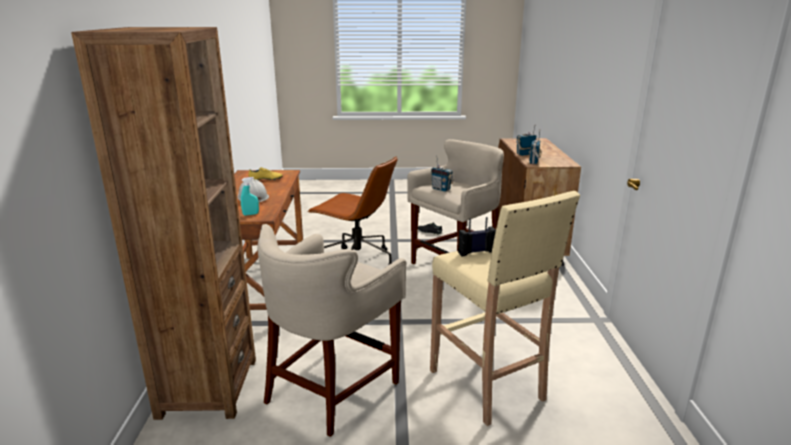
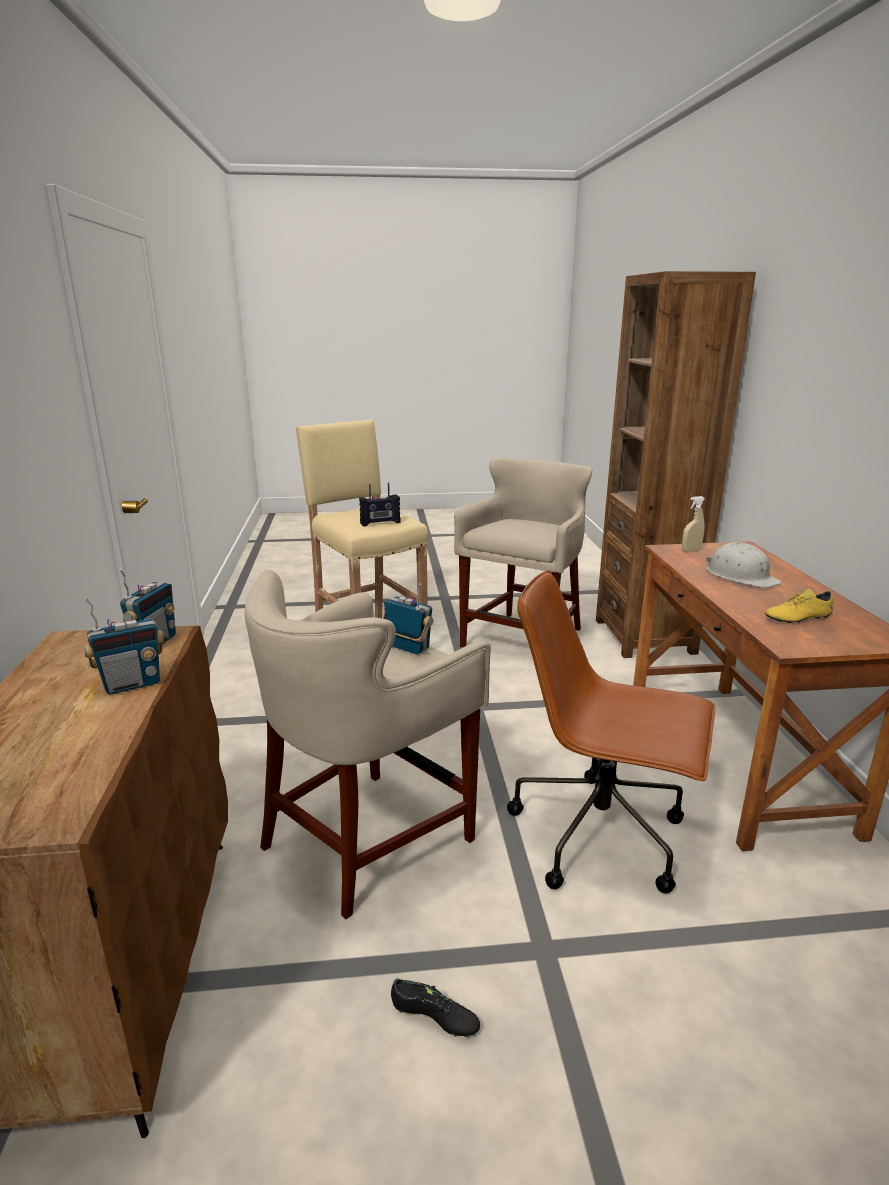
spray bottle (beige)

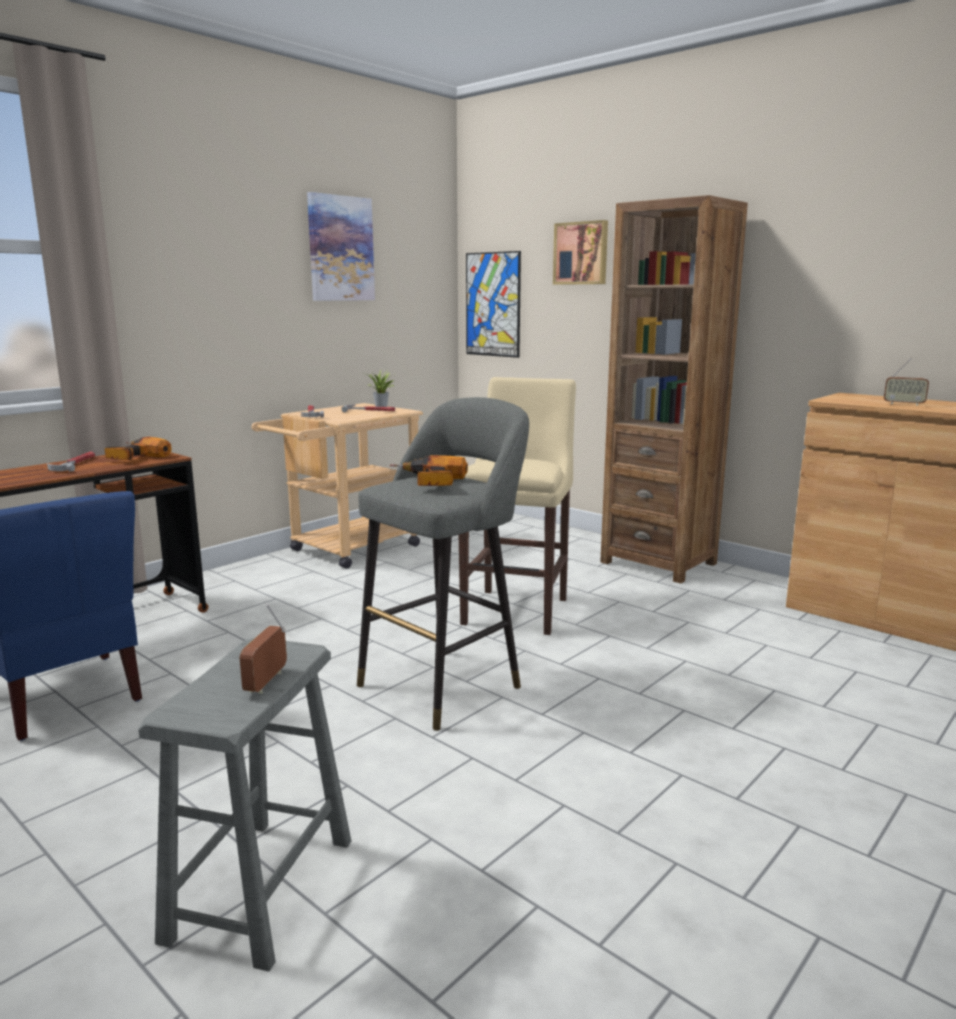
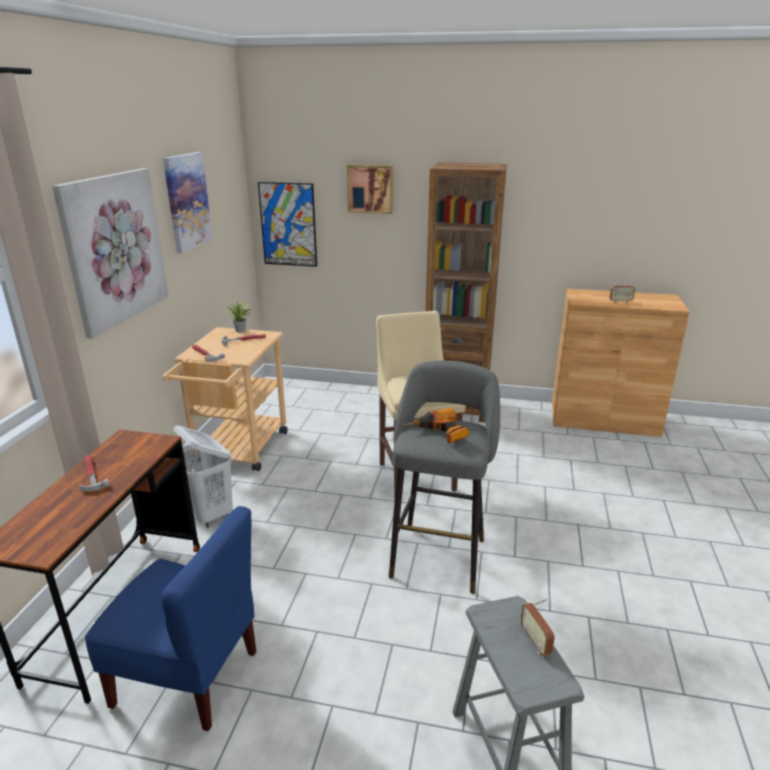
power drill (no. 1 from left in the first image)
picture (no. 1 from left)
laundry basket (white)

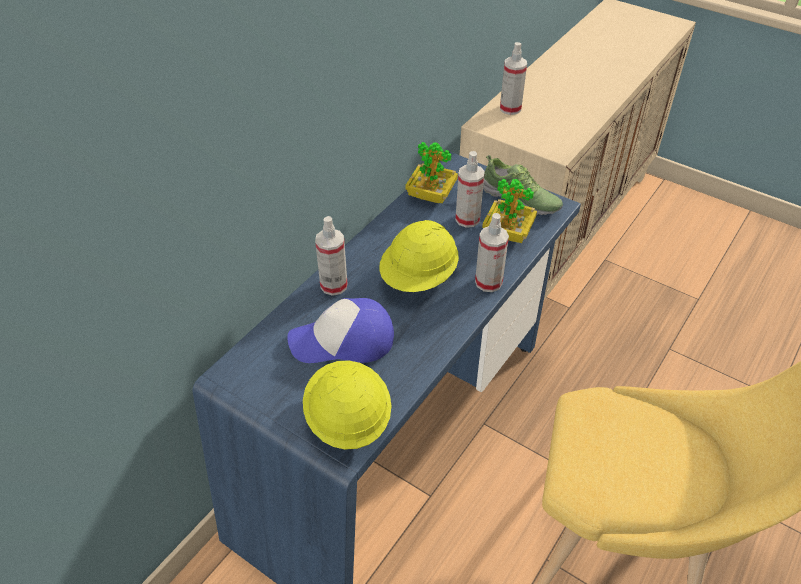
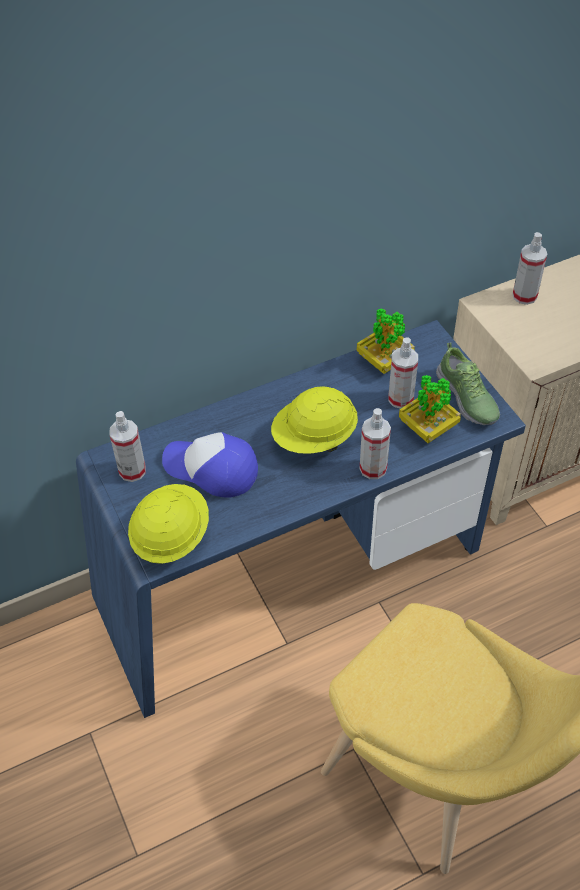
spray bottle (no. 1 from left)

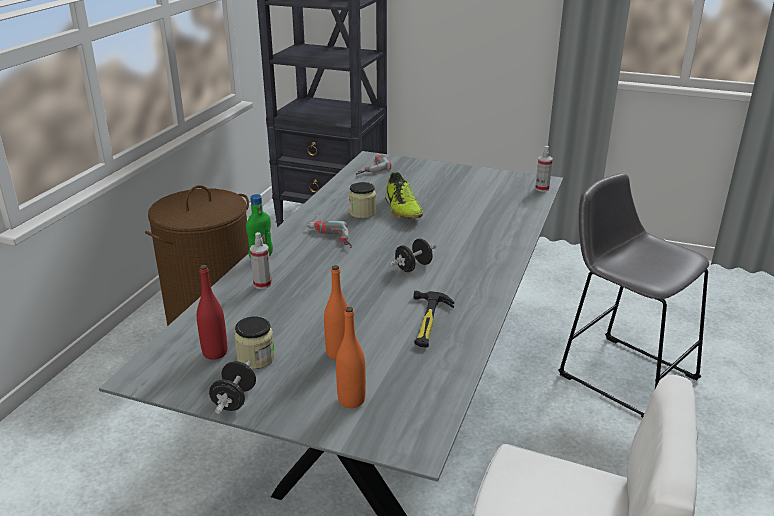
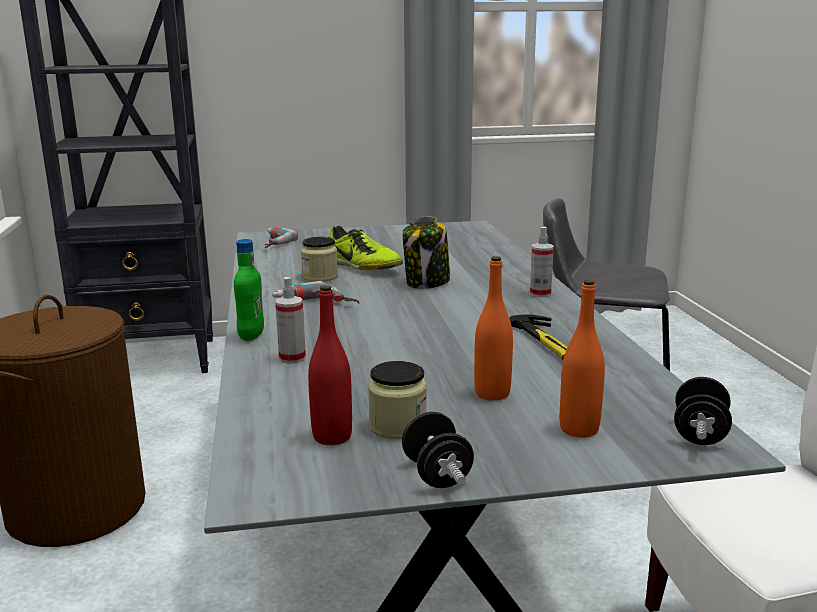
dumbbell (black) (no. 2 from left)
spray bottle (no. 2 from left)
jar (no. 3 from left)

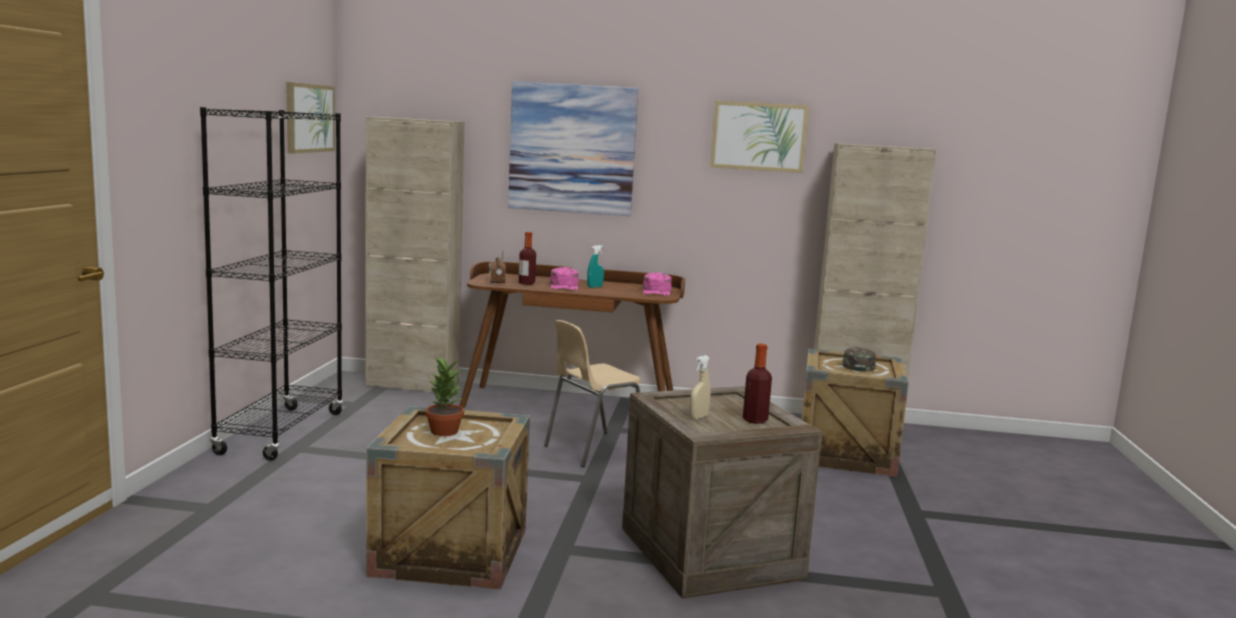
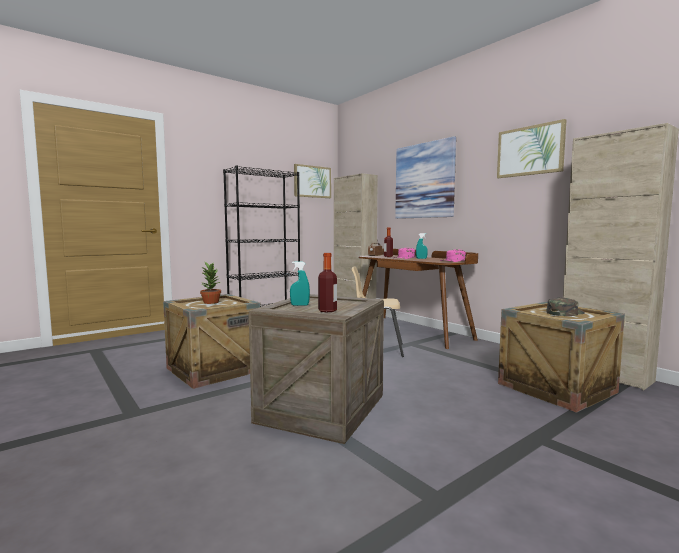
spray bottle (turquoise) (no. 1 from left)

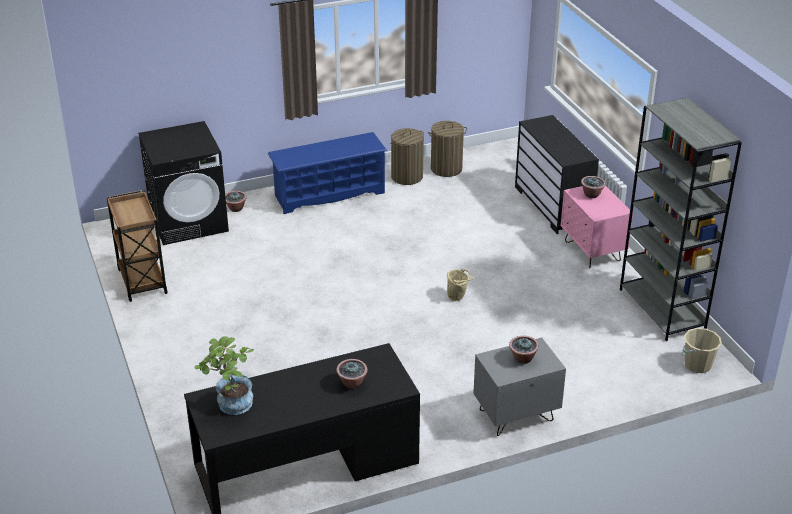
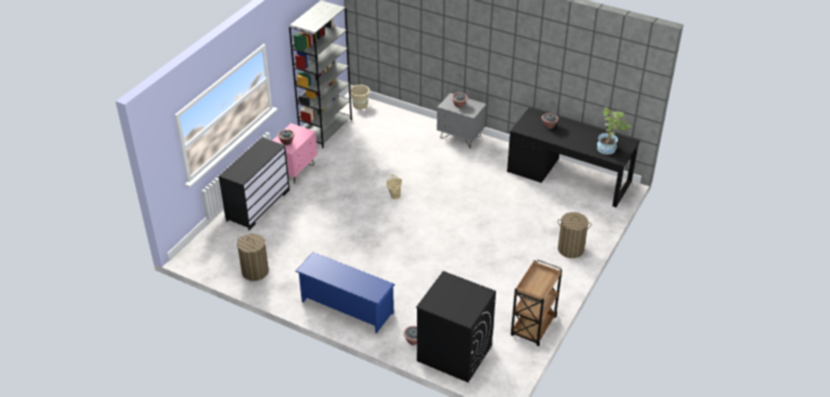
laundry basket (no. 2 from left)

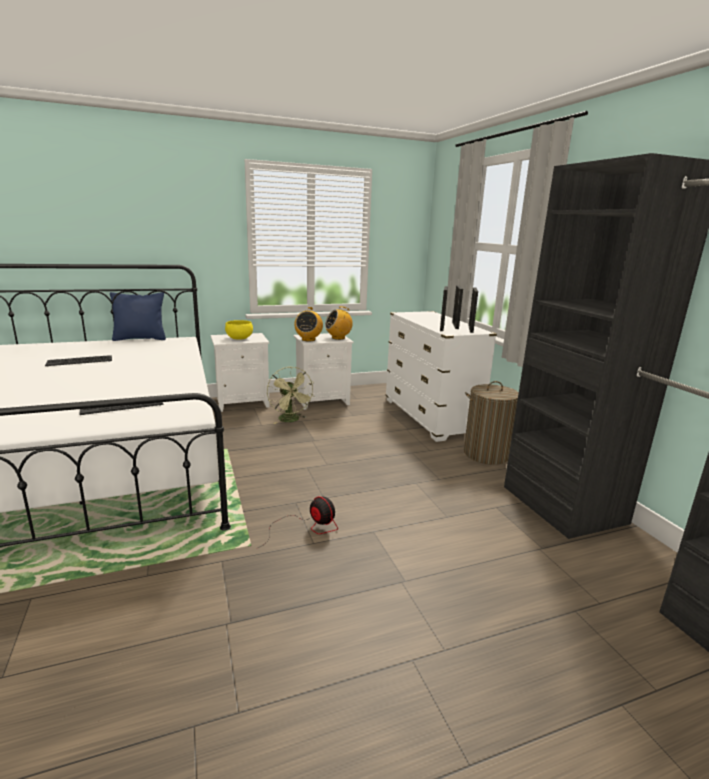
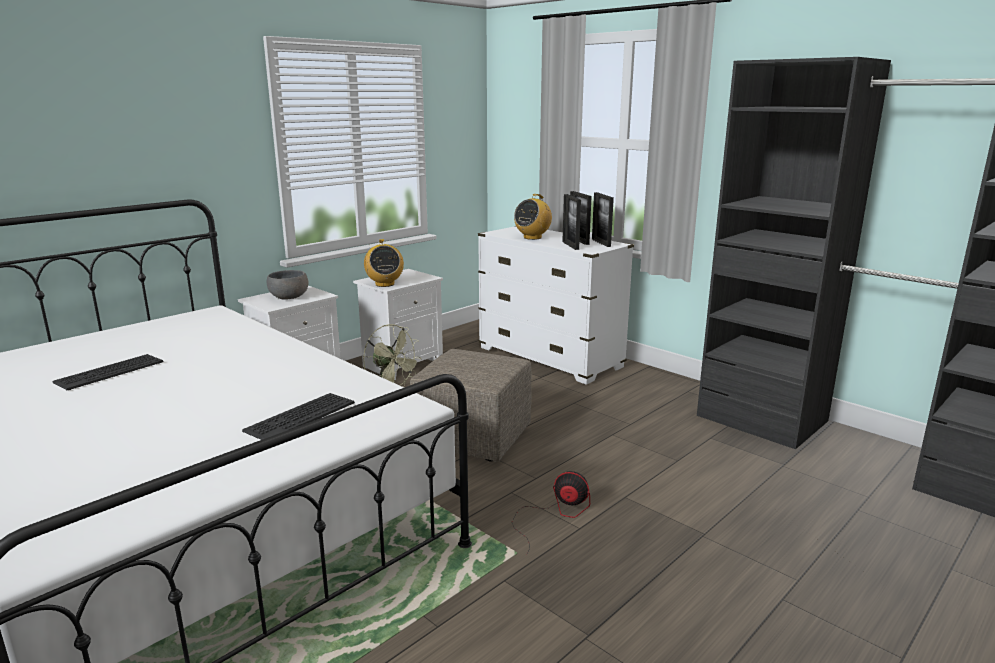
pillow (blue)
bowl (grey)
radio (no. 2 from left)
laundry basket
ottoman (beige)

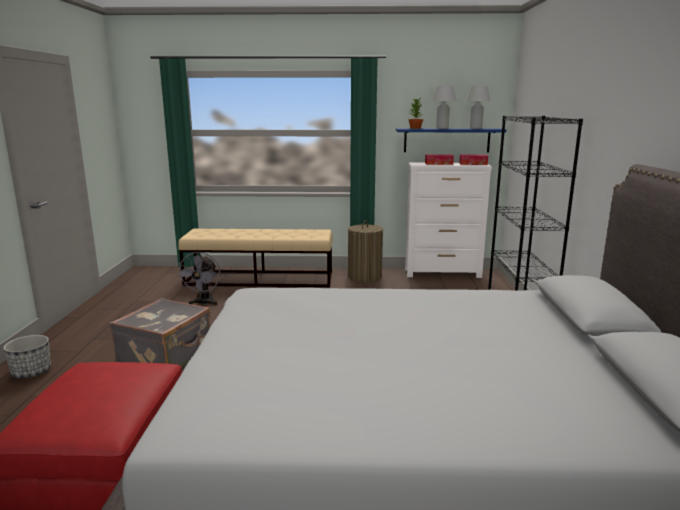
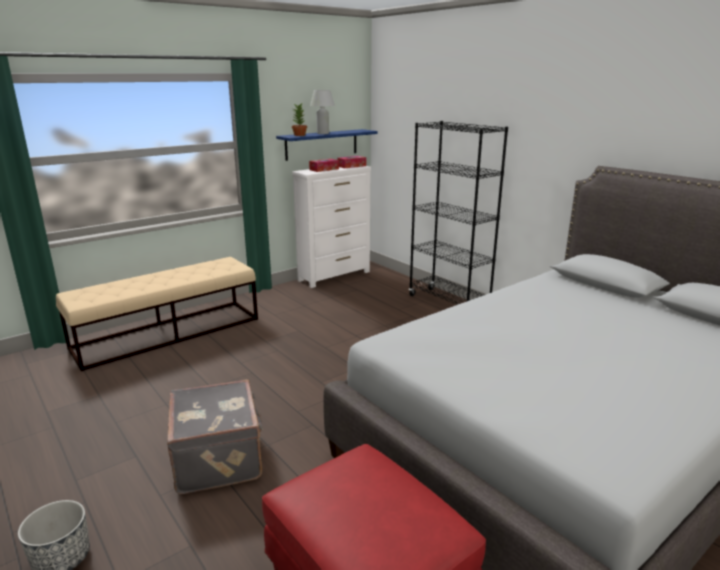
fan (grey)
laundry basket
table lamp (white) (no. 2 from left in the first image)

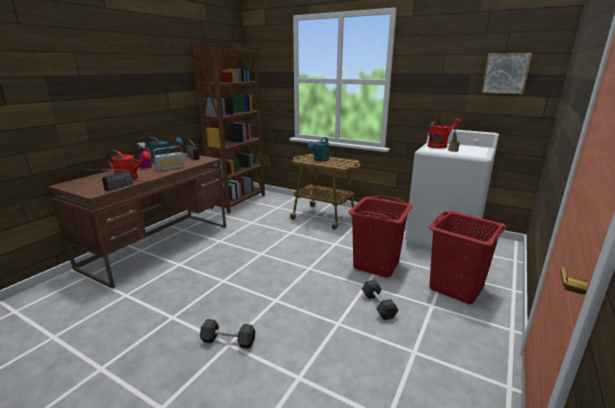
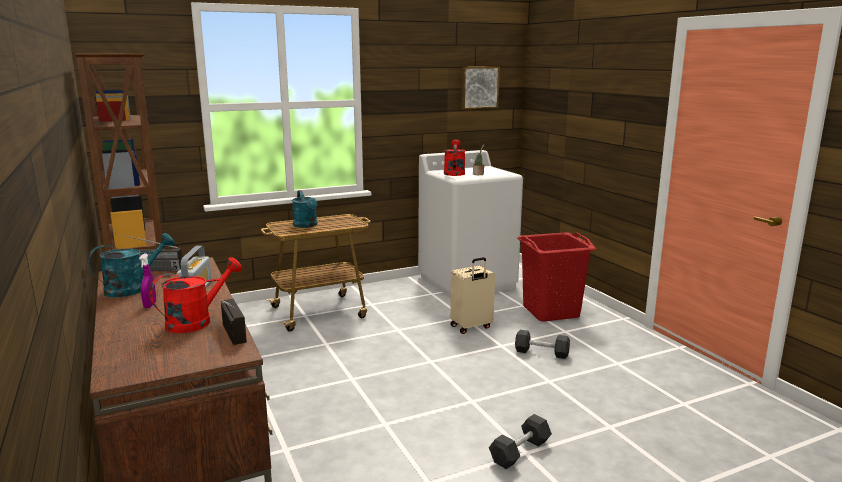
suitcase (beige)

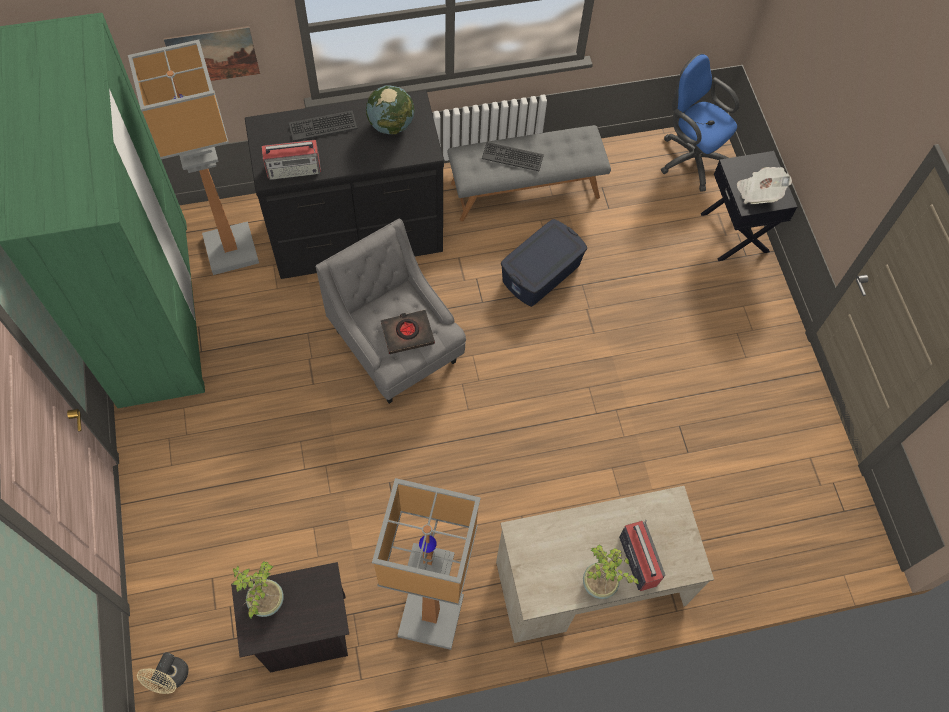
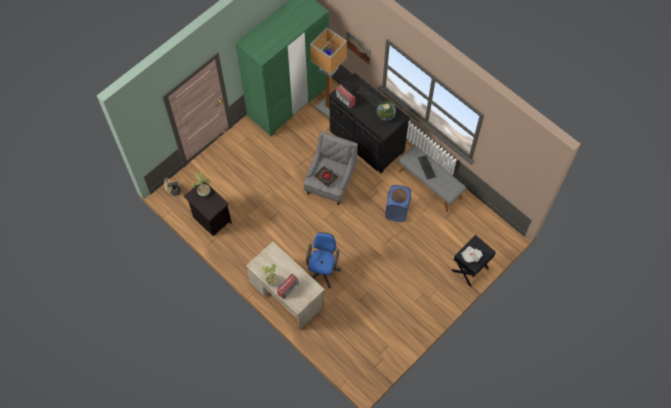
floor lamp (no. 2 from left in the first image)
laundry basket (blue)
office chair (blue)

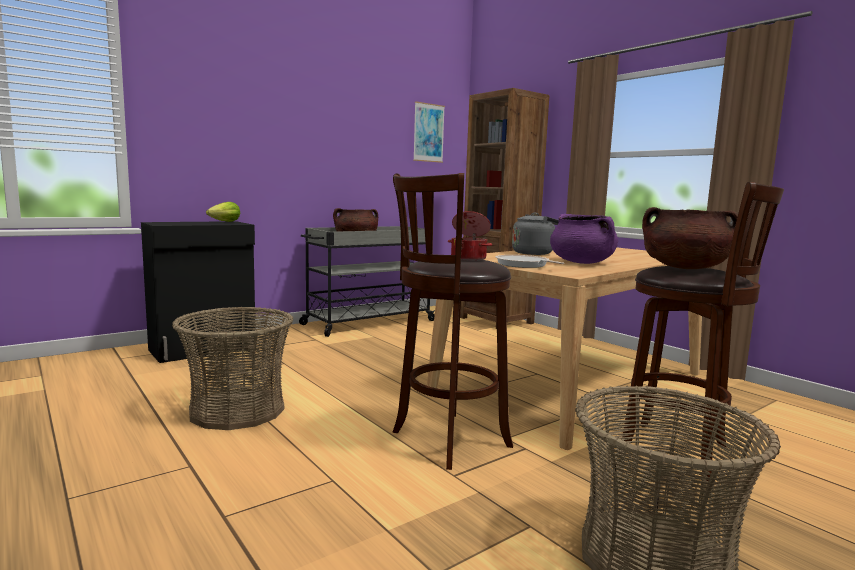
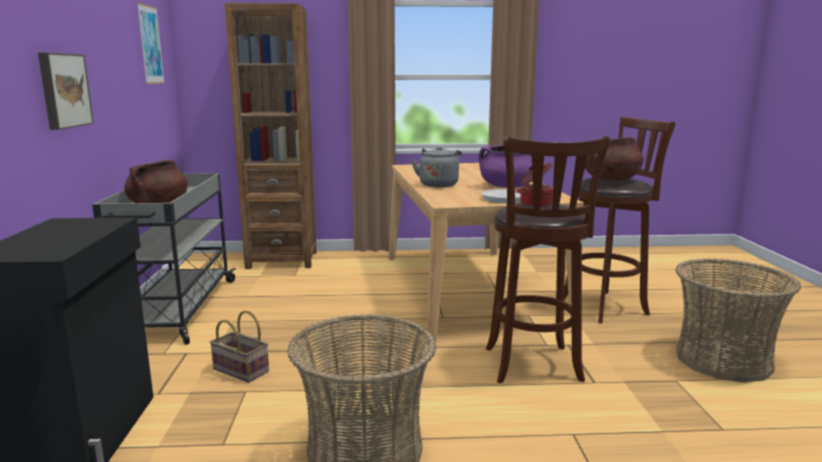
lettuce
picture (no. 1 from left)
basket (no. 1 from left)

